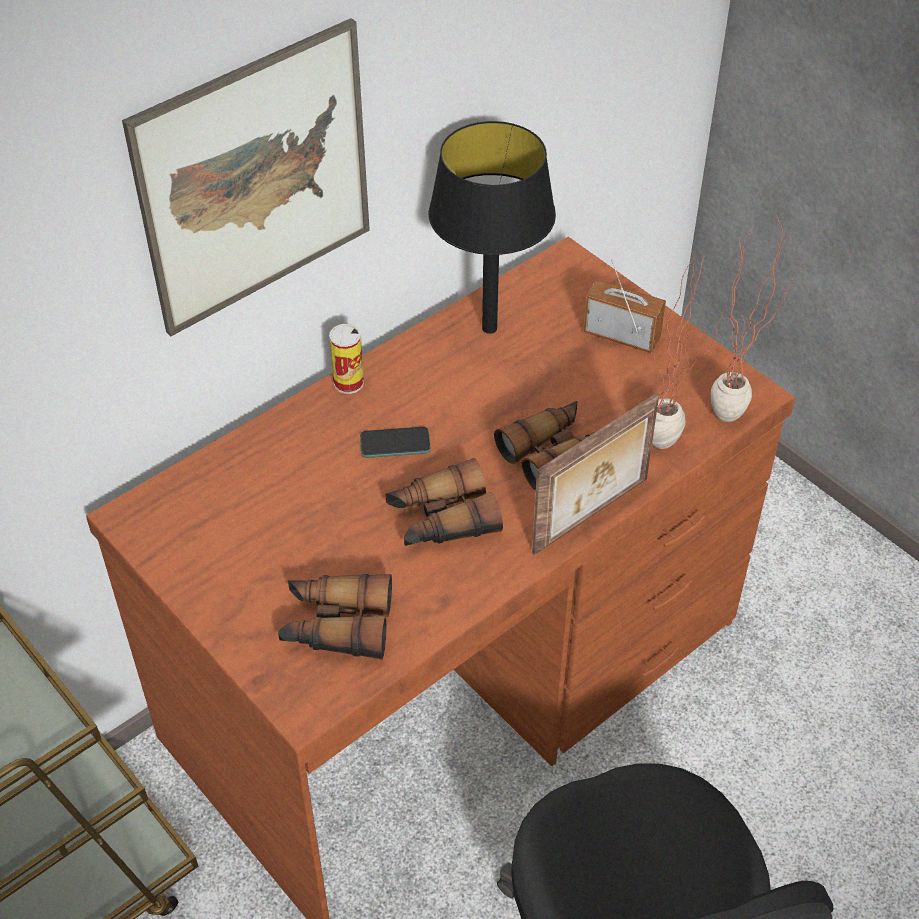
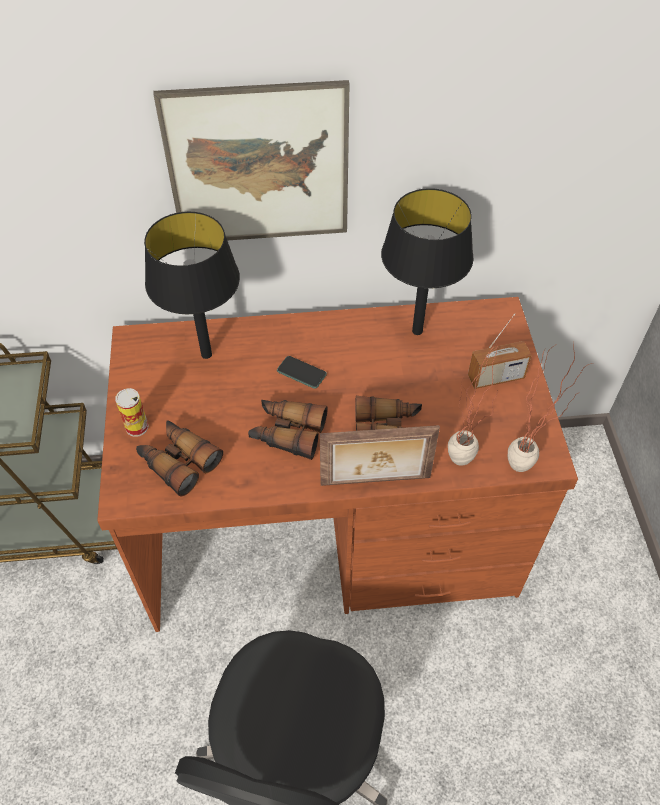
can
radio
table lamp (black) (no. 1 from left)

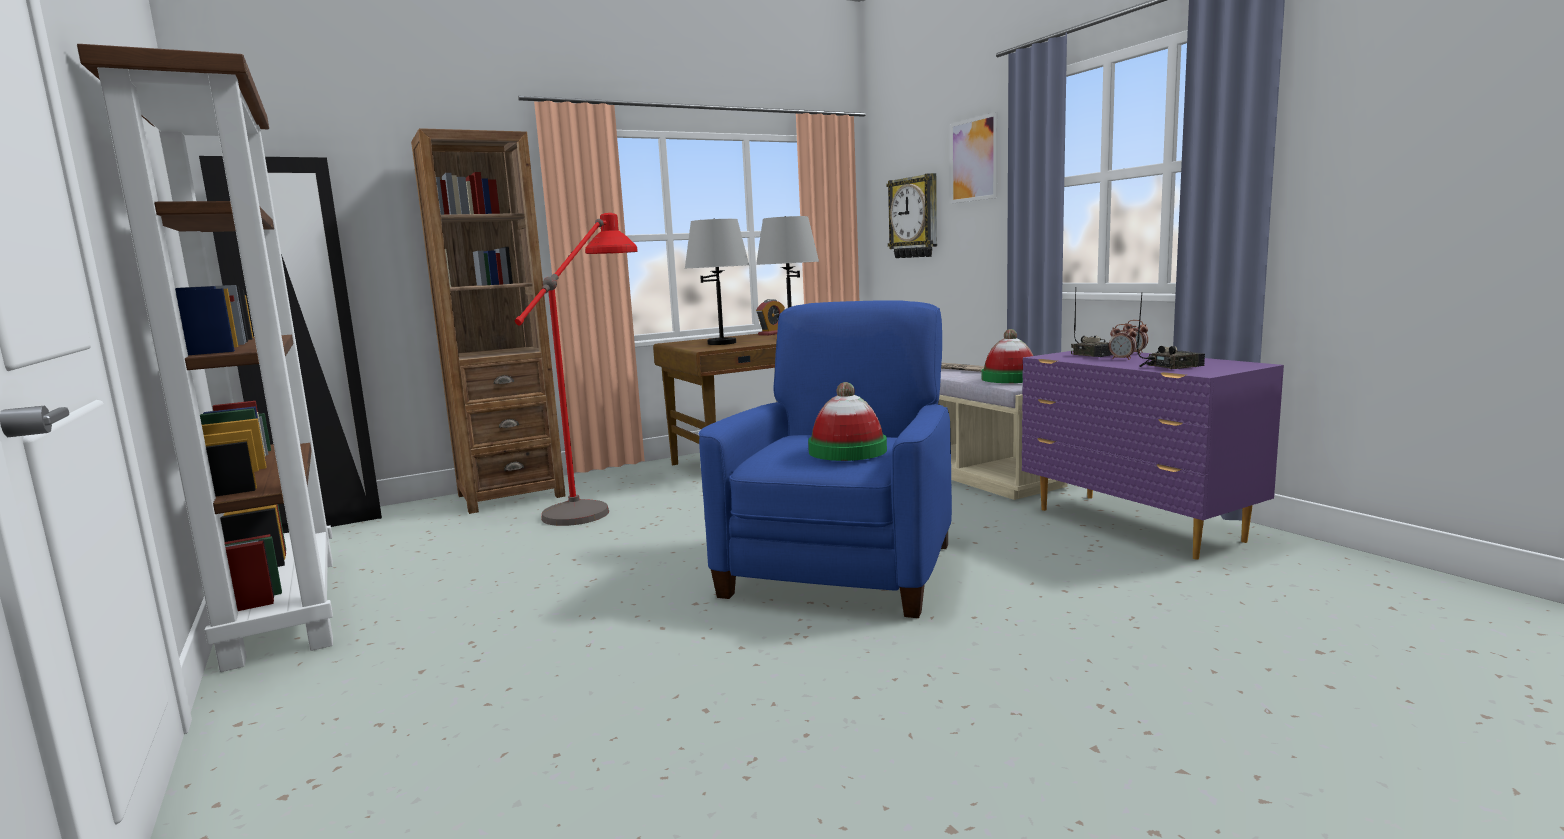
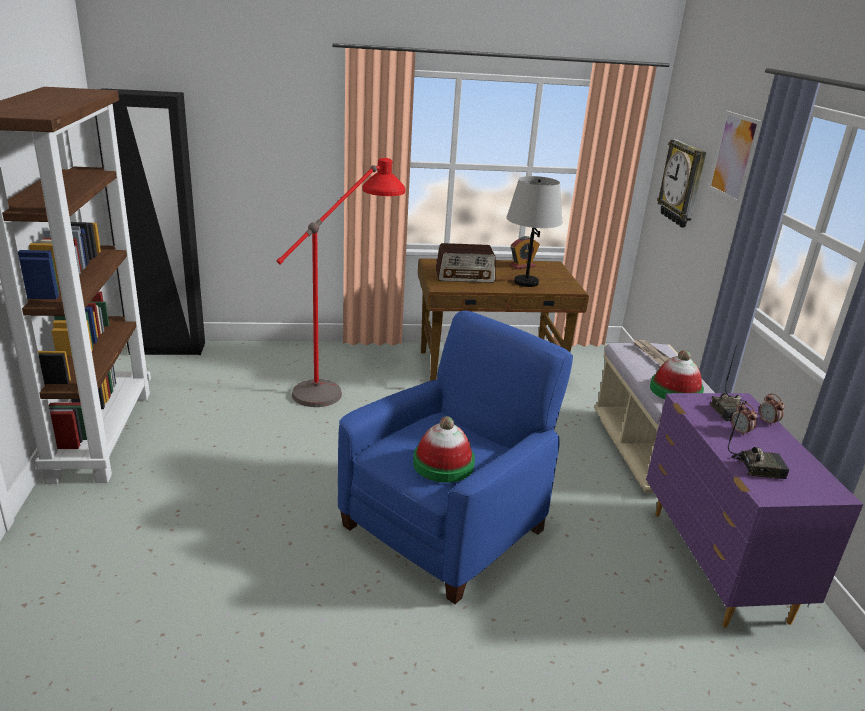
bookcase (brown) (no. 2 from left in the first image)
radio (no. 1 from left)

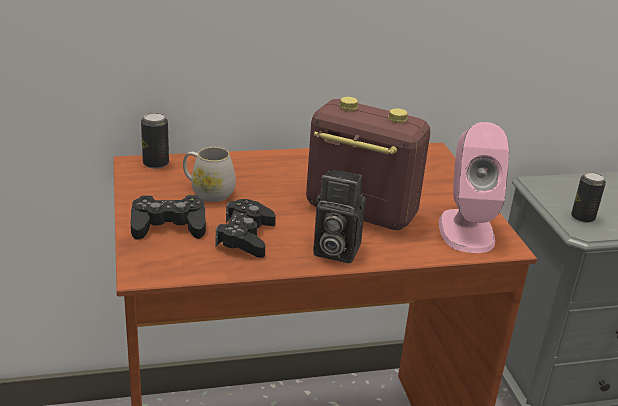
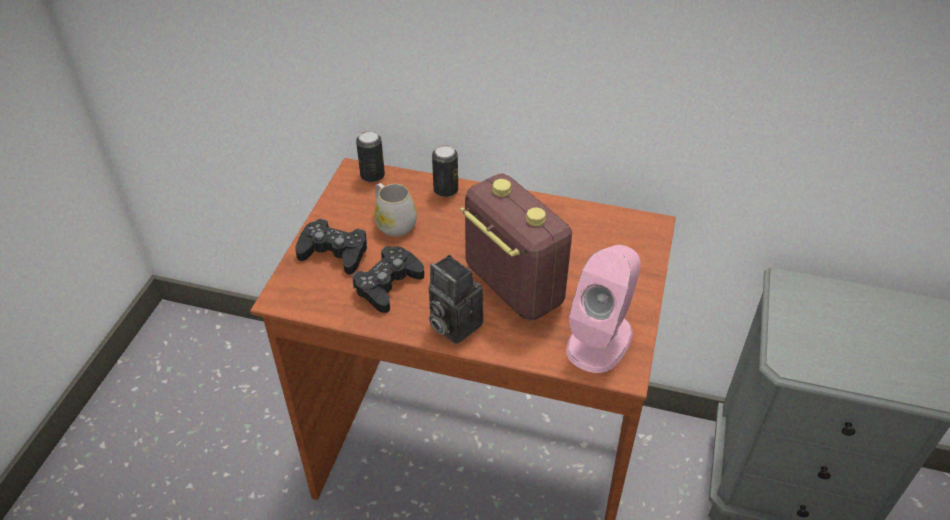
can (no. 2 from left)

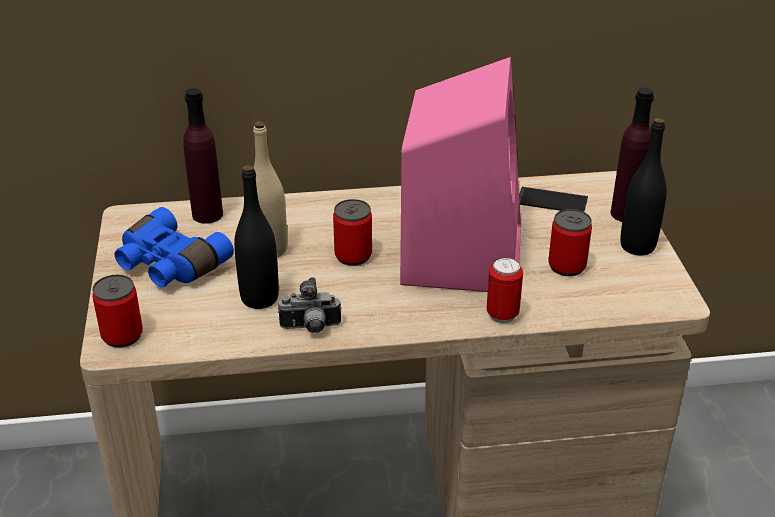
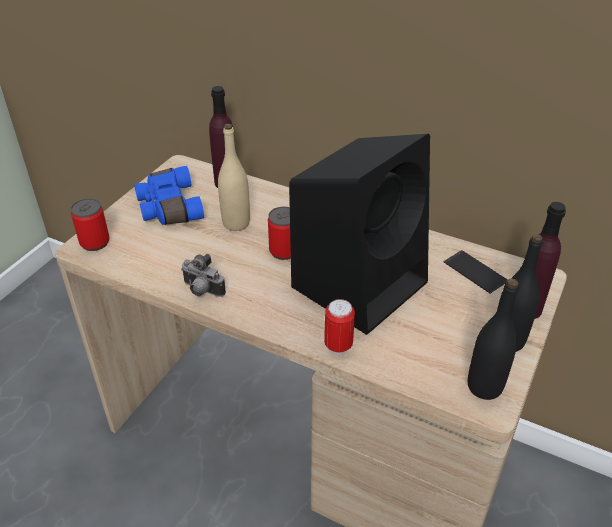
bottle (black) (no. 1 from left)
speaker (black)
can (no. 4 from left in the first image)

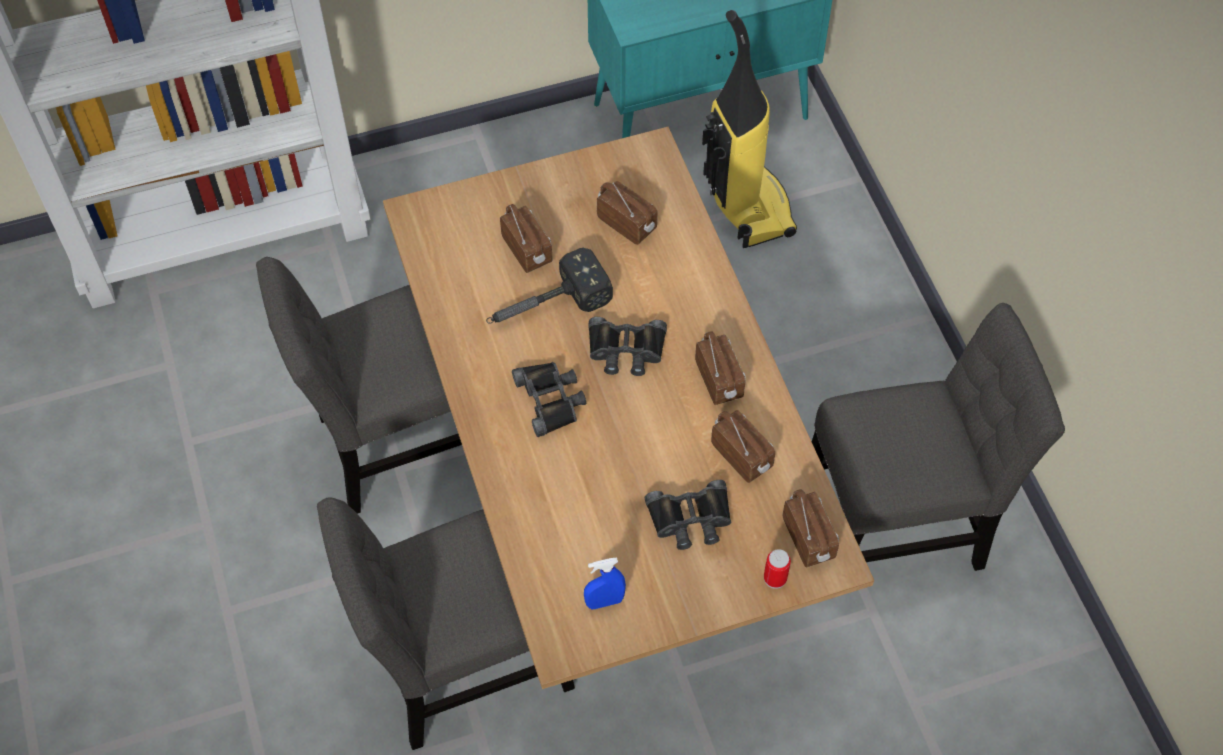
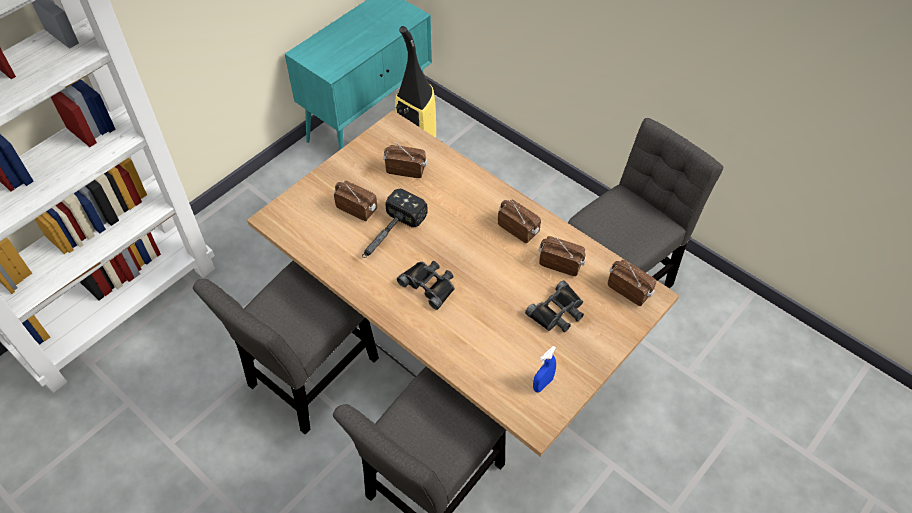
binoculars (black) (no. 2 from left in the first image)
can

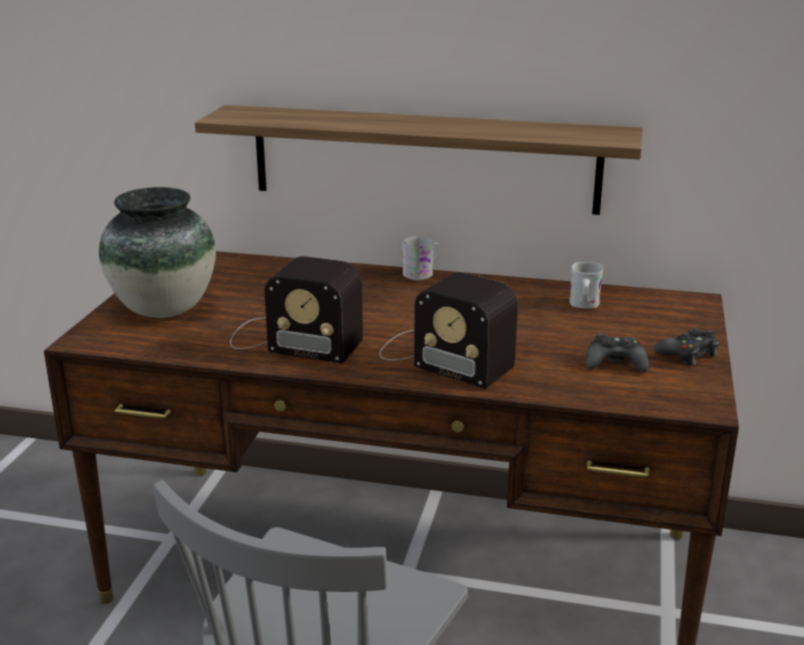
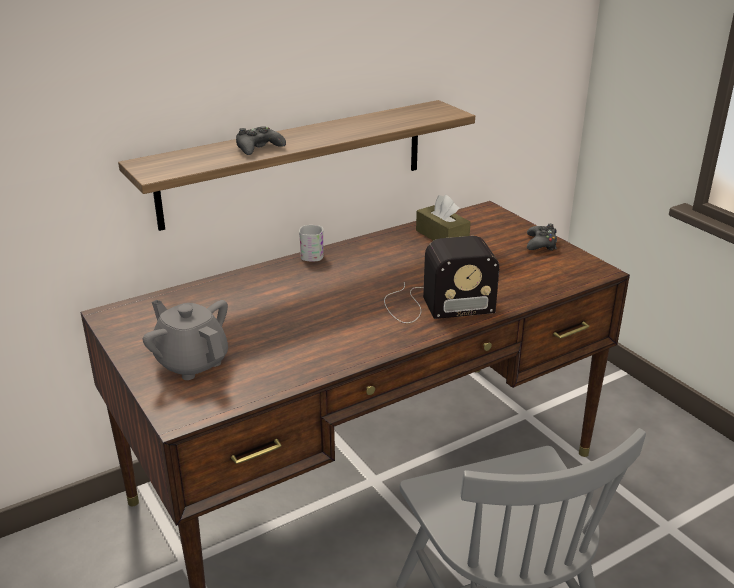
teapot (grey)
radio (no. 1 from left in the first image)
tissue box (brown)
game controller (black) (no. 1 from left)

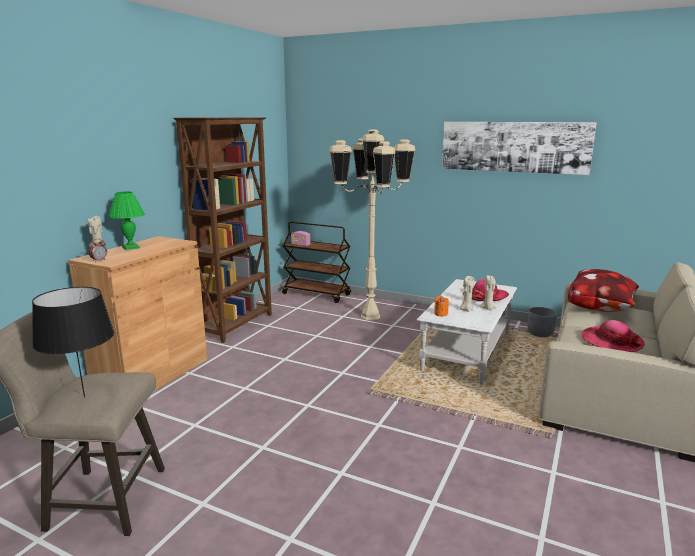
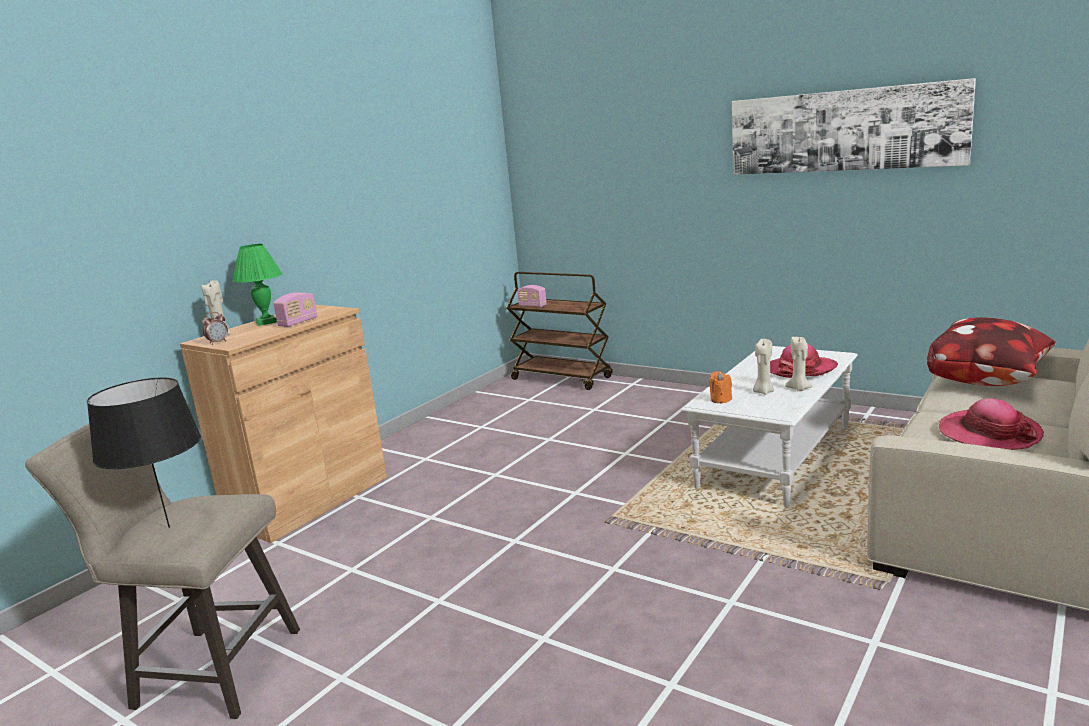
bookcase (brown)
floor lamp (beige)
planter (grey)
radio (no. 1 from left)

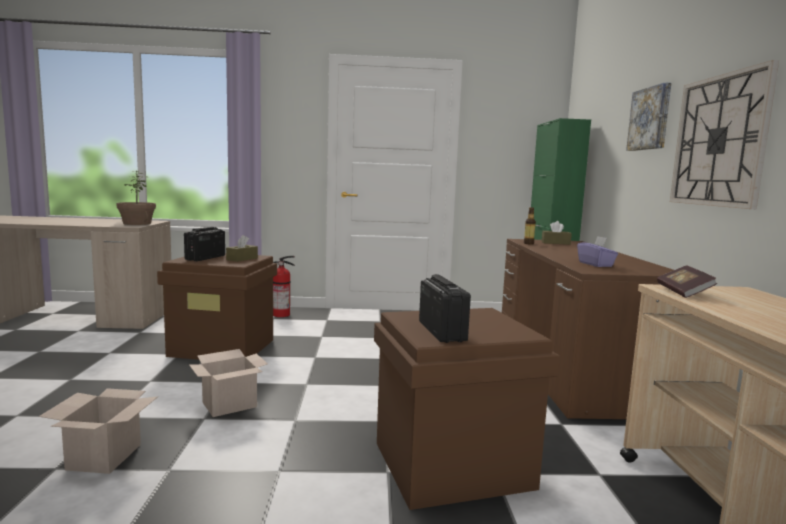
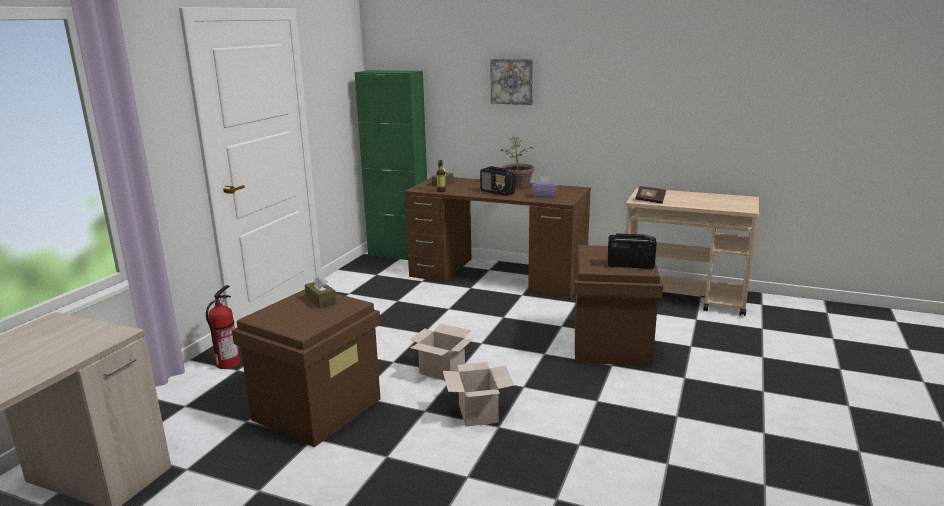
cardboard box (no. 1 from left)
potted plant
radio (no. 1 from left)
wall clock

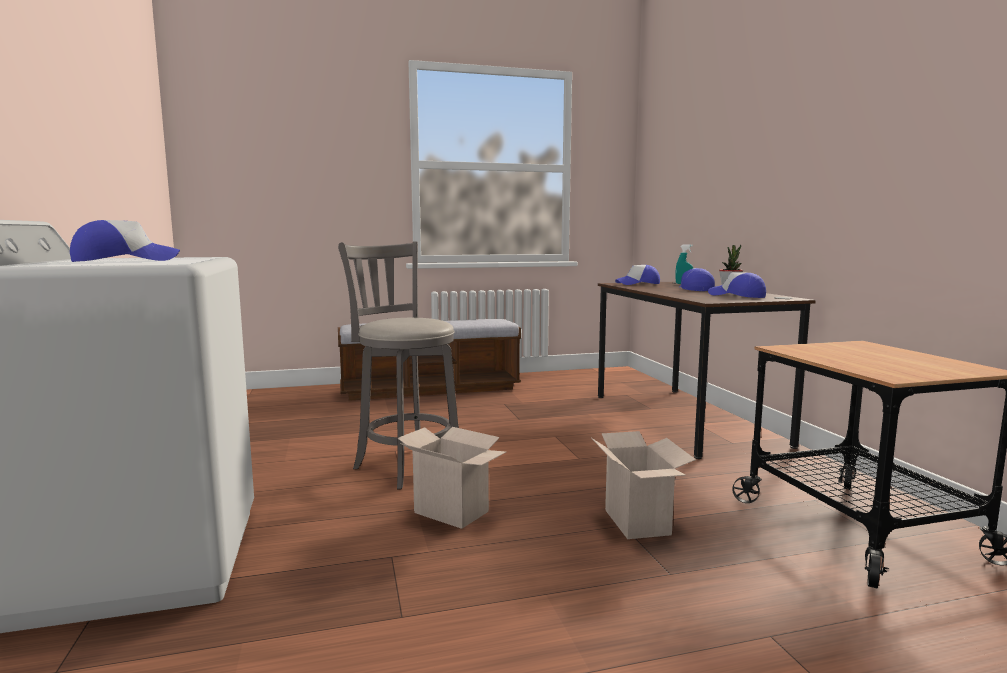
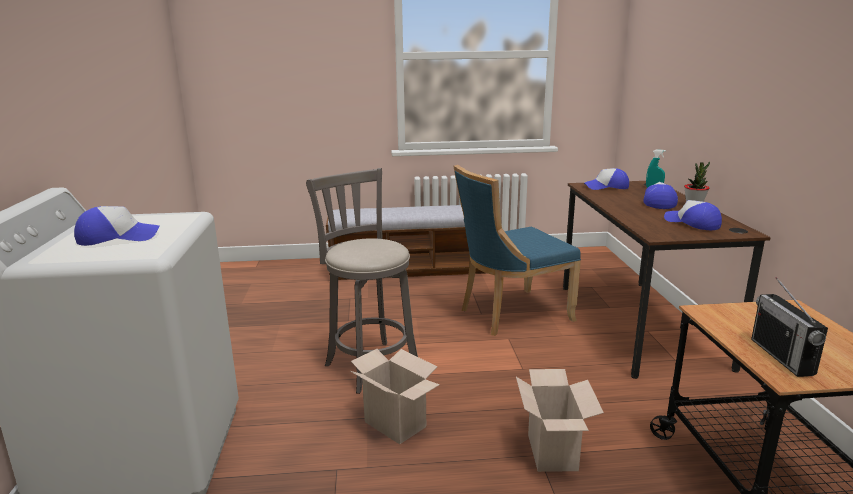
chair (blue)
radio

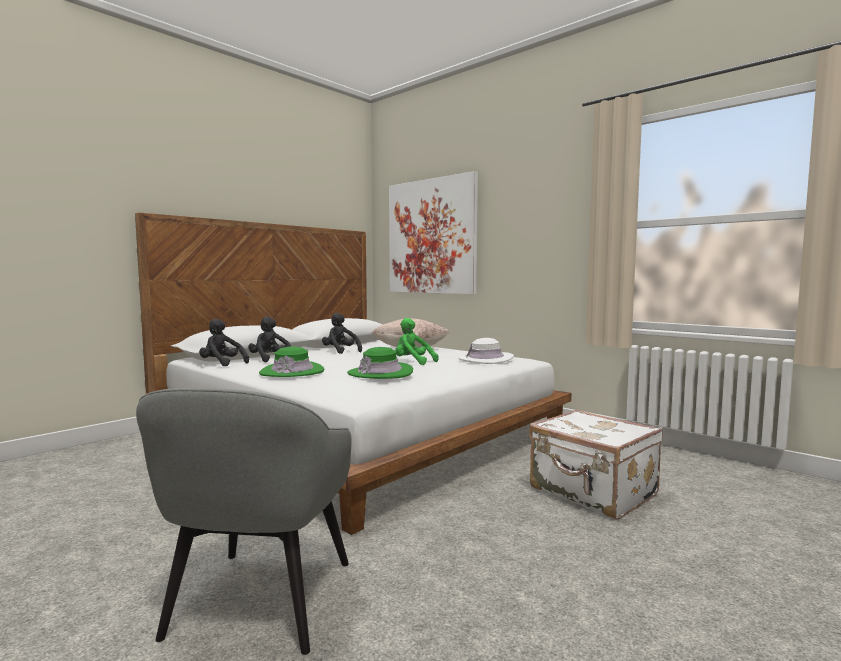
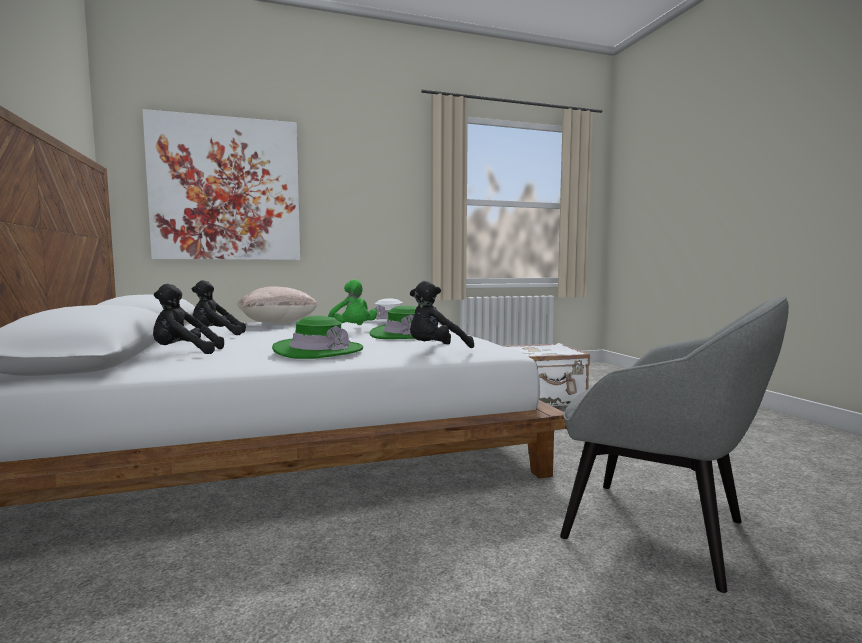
plush toy (black) (no. 3 from left)
plush toy (green)

